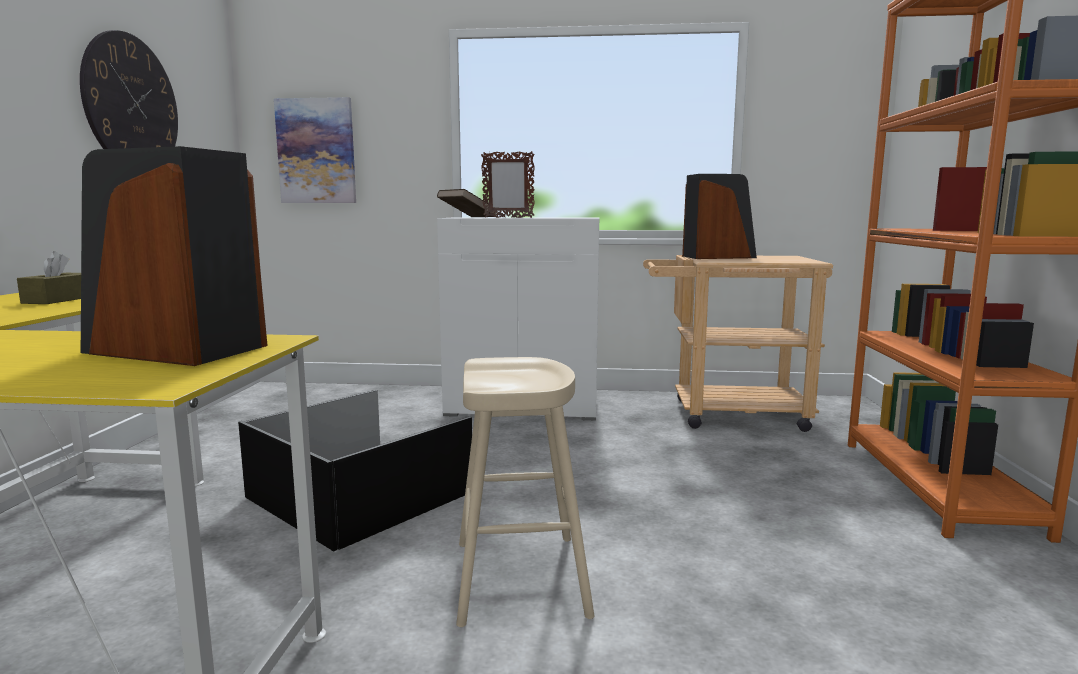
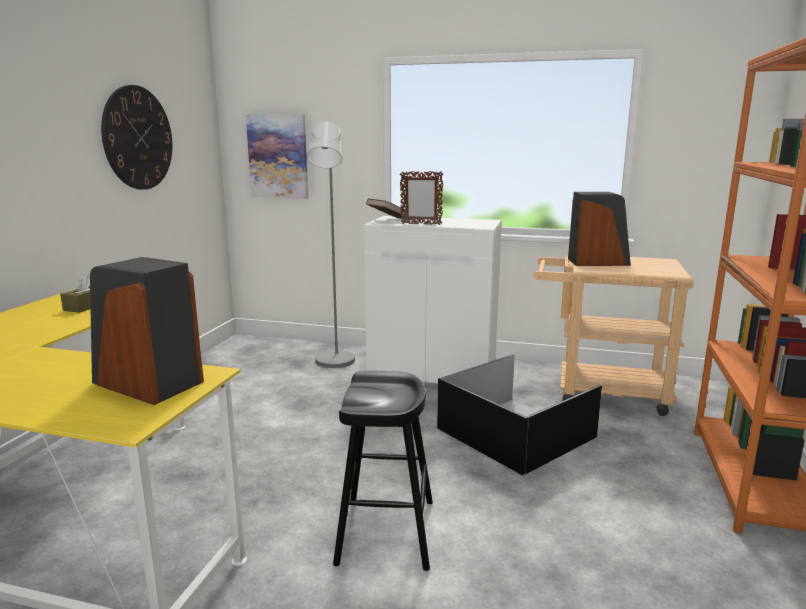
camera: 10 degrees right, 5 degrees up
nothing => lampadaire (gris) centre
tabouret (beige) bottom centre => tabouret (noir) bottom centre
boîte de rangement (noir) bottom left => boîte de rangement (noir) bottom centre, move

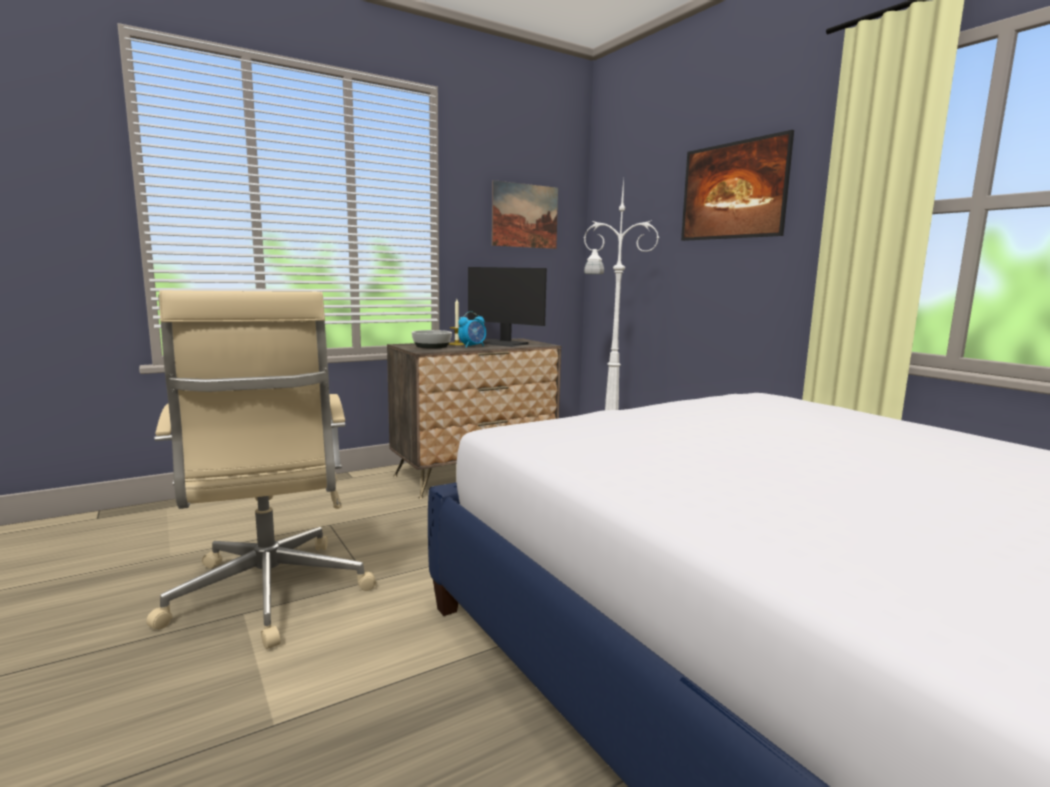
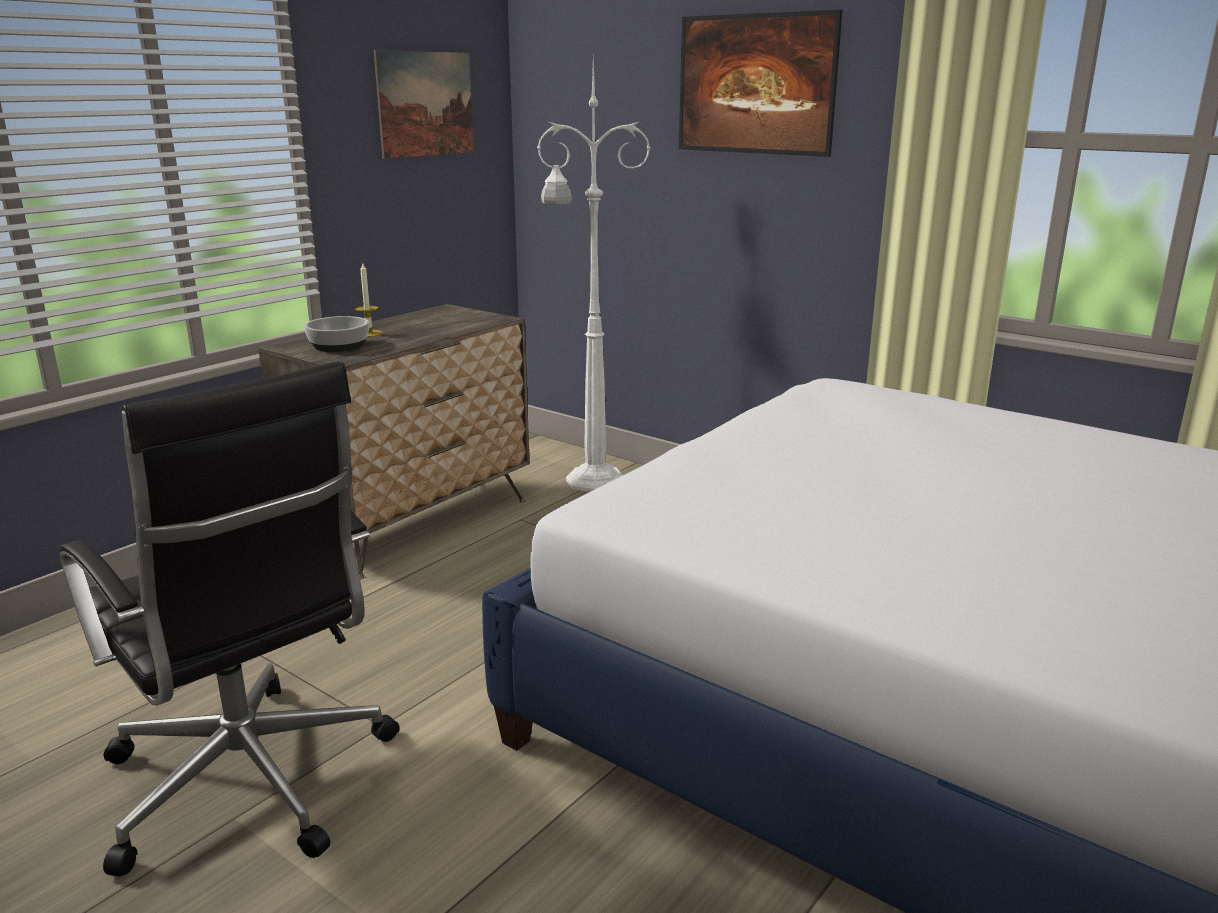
camera: 20 degrees left, 10 degrees up
chaise de bureau (beige) middle left => chaise de bureau (noir) bottom left
réveil centre => nothing
écran d'ordinateur centre => nothing

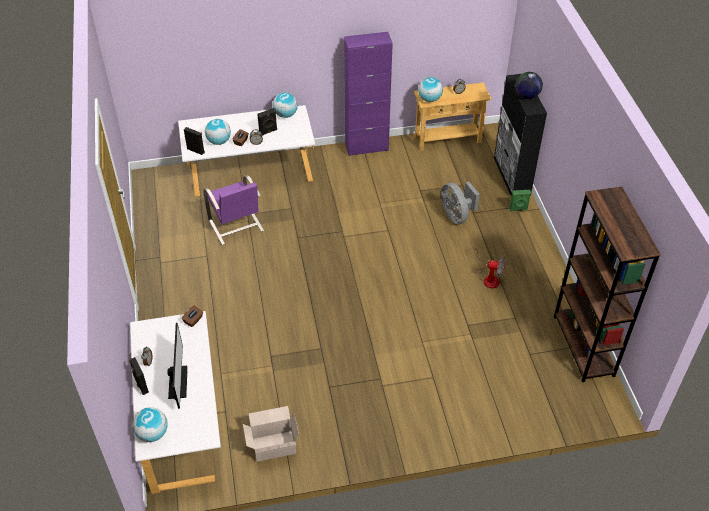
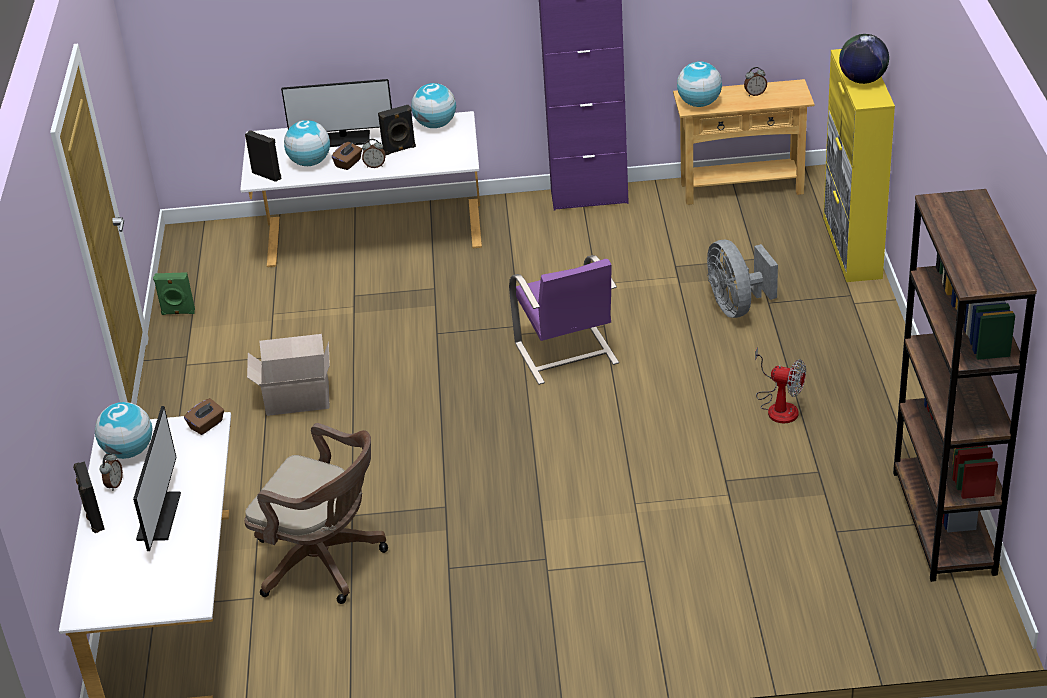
camera: 10 degrees right, 10 degrees down
globe (1st from left) bottom left => globe (1st from left) middle left, move
enceinte (vert) middle right => enceinte (vert) middle left, move
nothing => chaise de bureau (marron) bottom left
carton bottom centre => carton middle left, move
nothing => écran d'ordinateur (2nd from left) top left
chaise (violet) middle left => chaise (violet) centre, move
meuble de rangement (noir) top right => meuble de rangement (jaune) top right

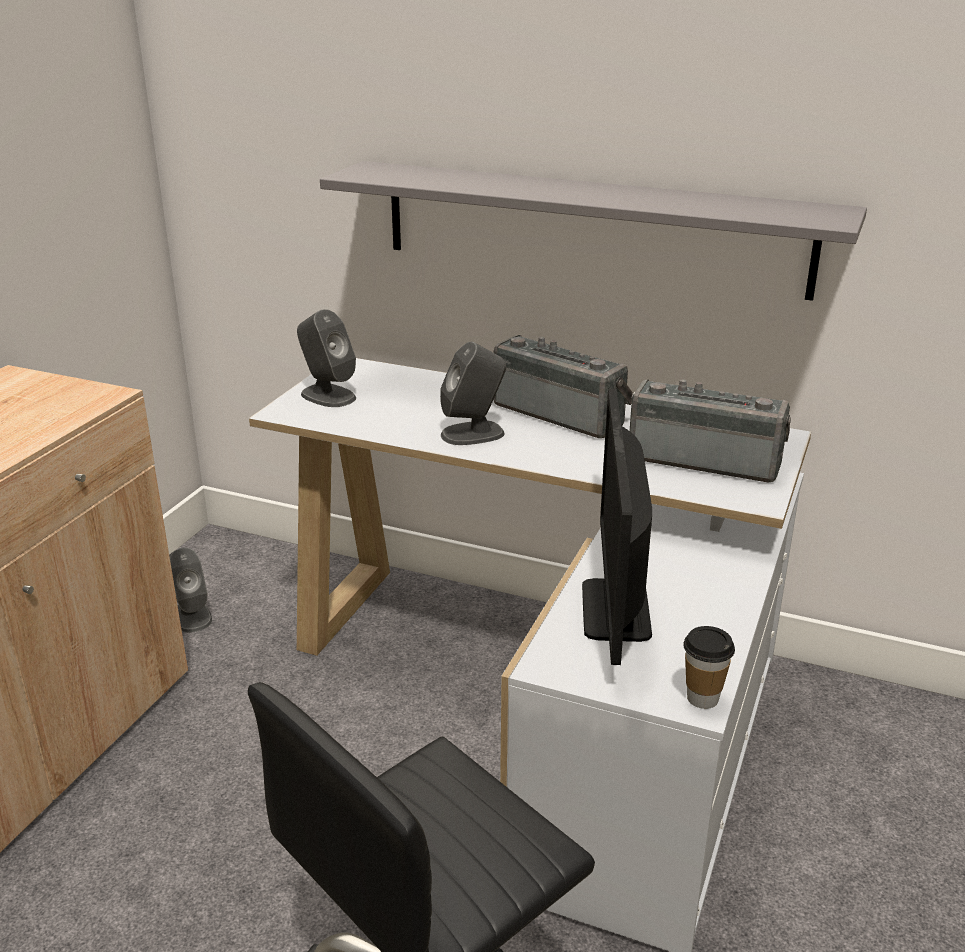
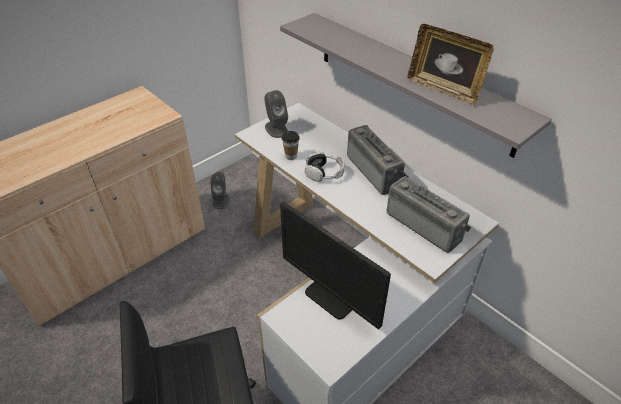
camera: 25 degrees right, 15 degrees up
écran d'ordinateur centre, 75 degrees counterclockwise
tasse bottom right => tasse centre, move
enceinte (gris) (3rd from left) centre => casque audio centre
nothing => cadre photo top right

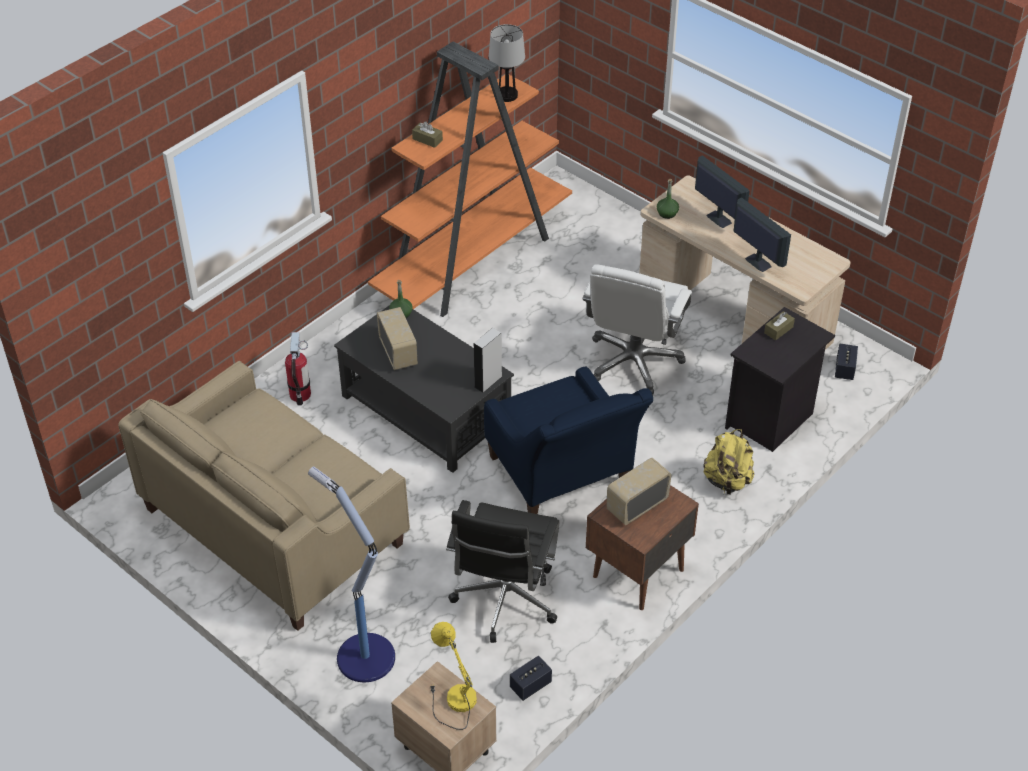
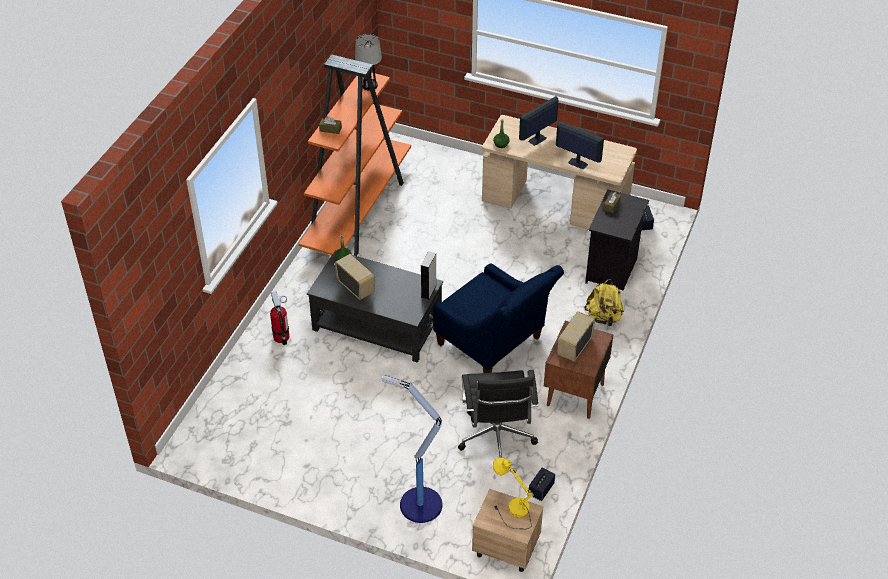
camera: 20 degrees left, 0 degrees up
écran d'ordinateur (1st from left) top right => écran d'ordinateur (1st from left) top centre, 75 degrees counterclockwise
canapé (beige) middle left => nothing
chaise de bureau (blanc) centre => nothing

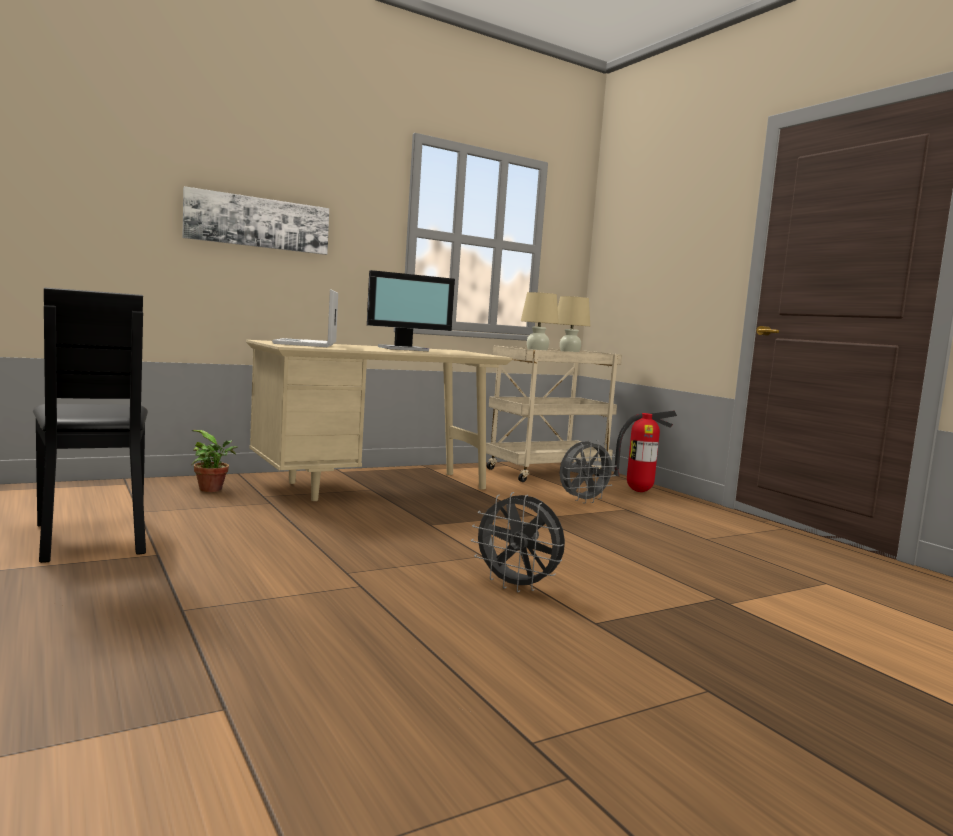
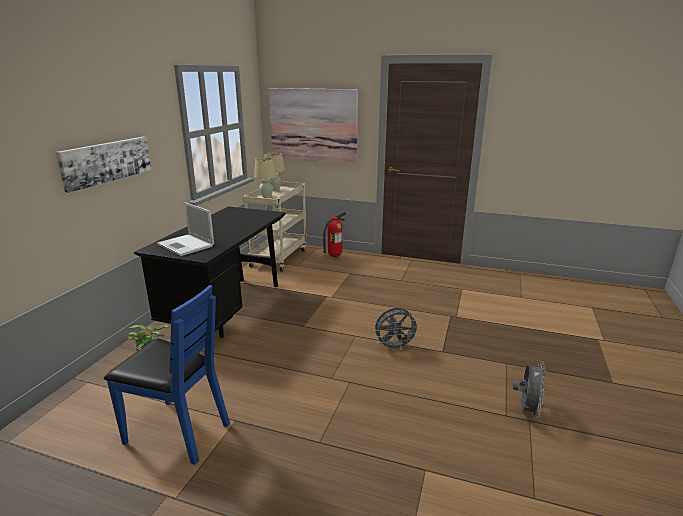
camera: 40 degrees left, 15 degrees up
chaise (noir) middle left => chaise (bleu) bottom left
bureau (beige) centre => bureau (noir) middle left
nothing => tableau (2nd from left) top centre
ventilateur (gris) (2nd from left) centre => ventilateur (gris) (2nd from left) bottom right, move
écran d'ordinateur centre => nothing

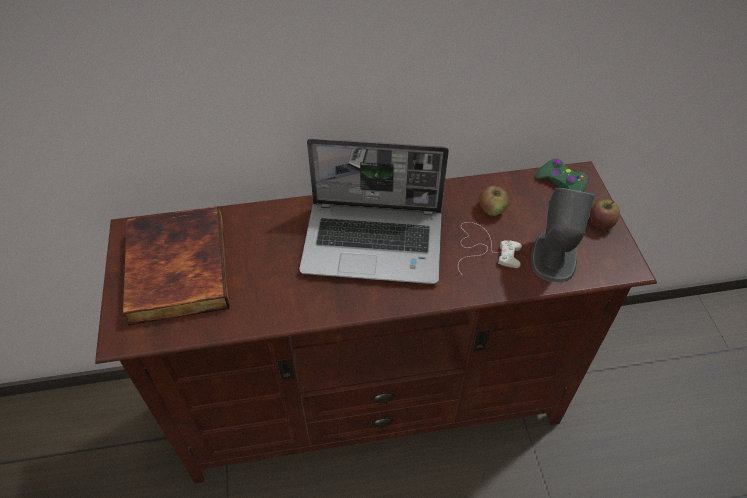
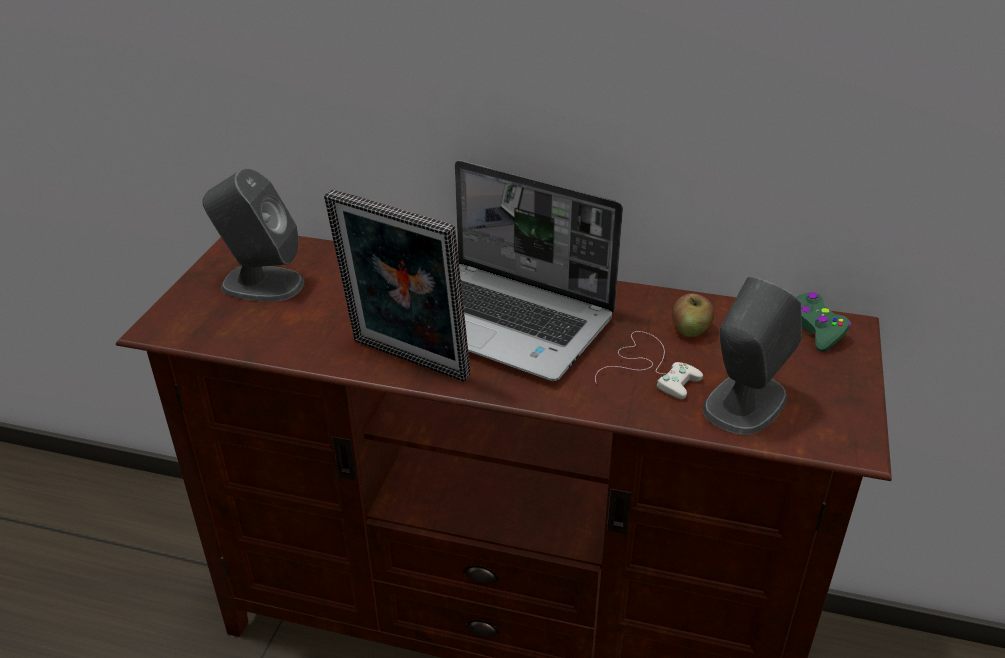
camera: 25 degrees right, 15 degrees down
livre middle left => enceinte (gris) (1st from left) middle left
nothing => cadre photo centre
pomme (2nd from left) middle right => nothing

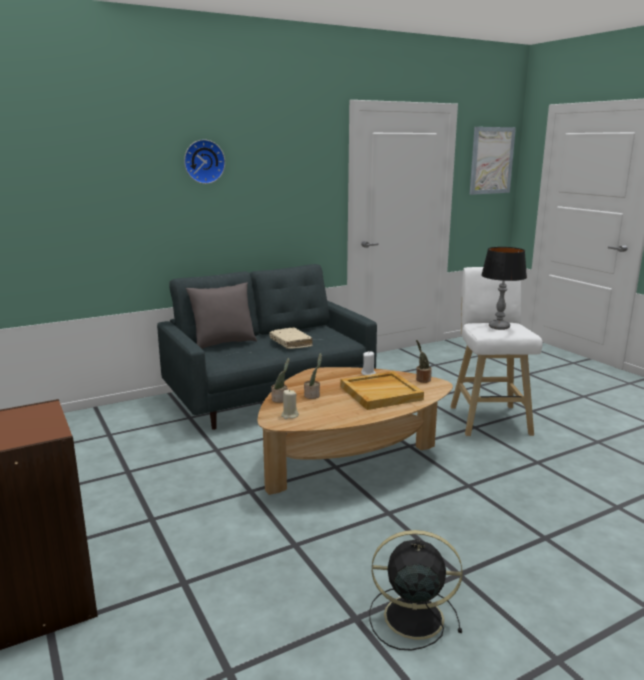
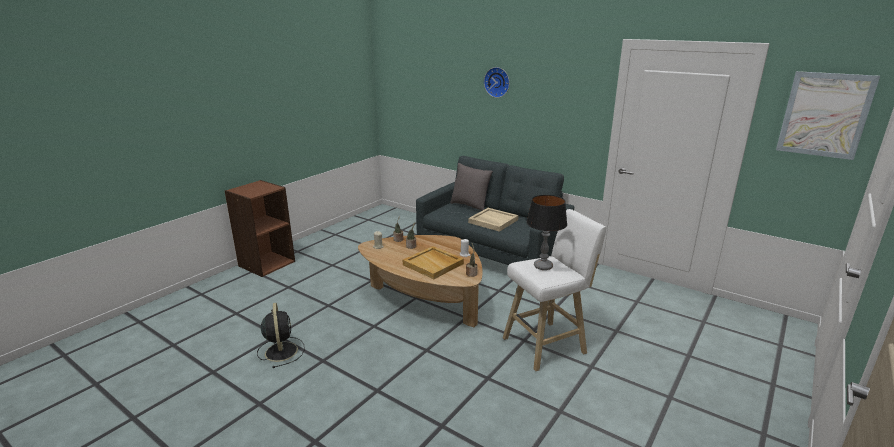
camera: 65 degrees right, 5 degrees up
livre (beige) centre => plateau (beige) (2nd from left) centre

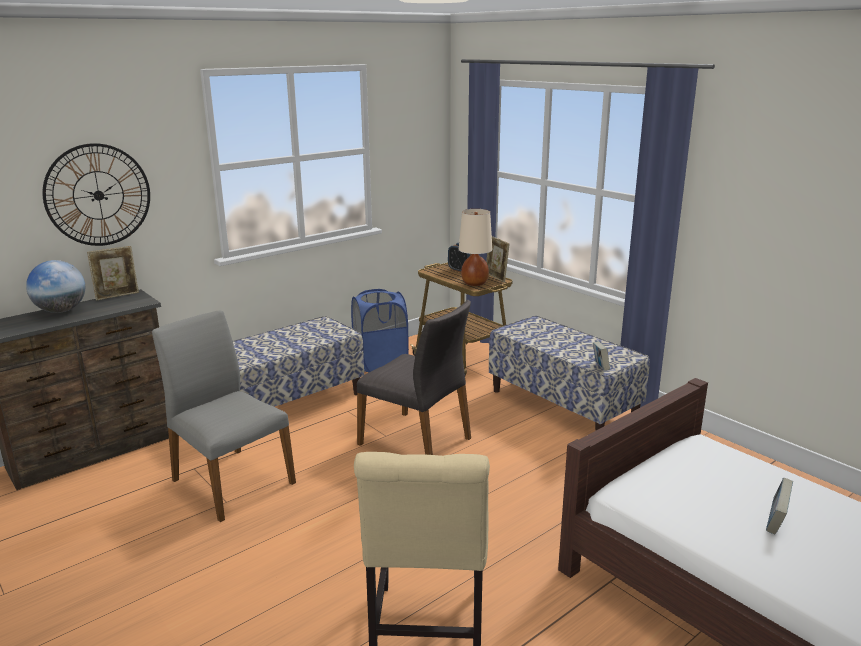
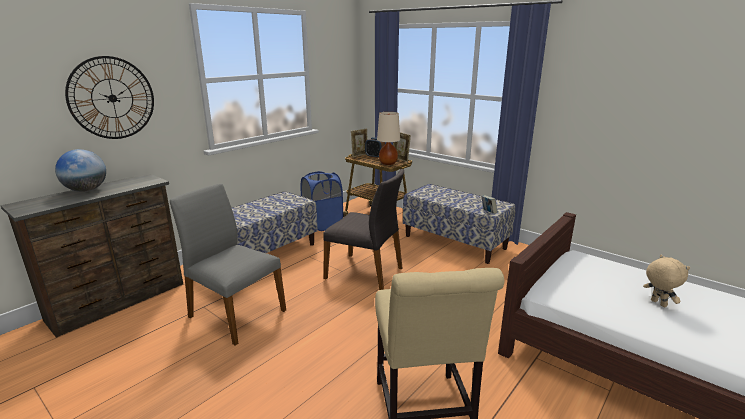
camera: 10 degrees left, 0 degrees up
cadre photo (1st from left) middle left => cadre photo (1st from left) centre, move
livre (2nd from left) bottom right => peluche (beige) bottom right

